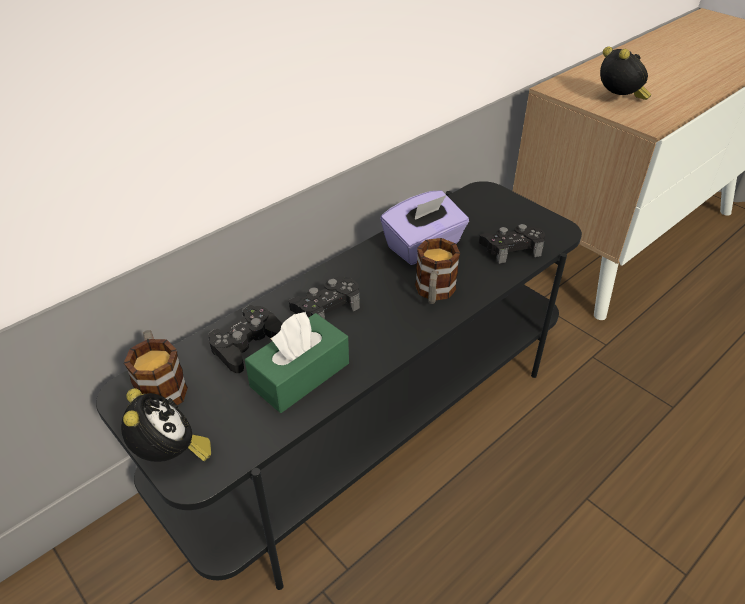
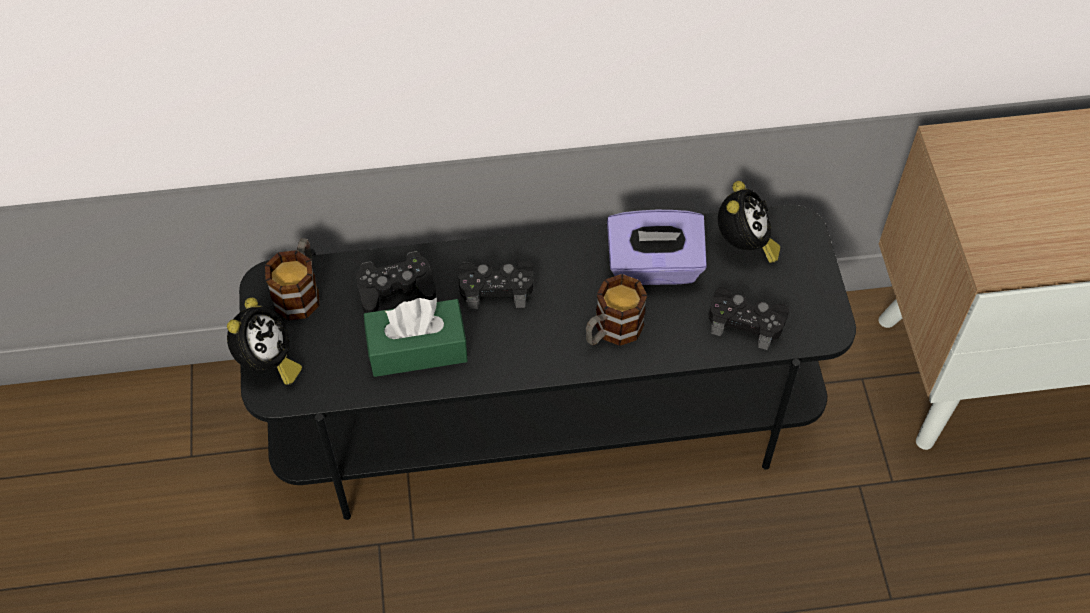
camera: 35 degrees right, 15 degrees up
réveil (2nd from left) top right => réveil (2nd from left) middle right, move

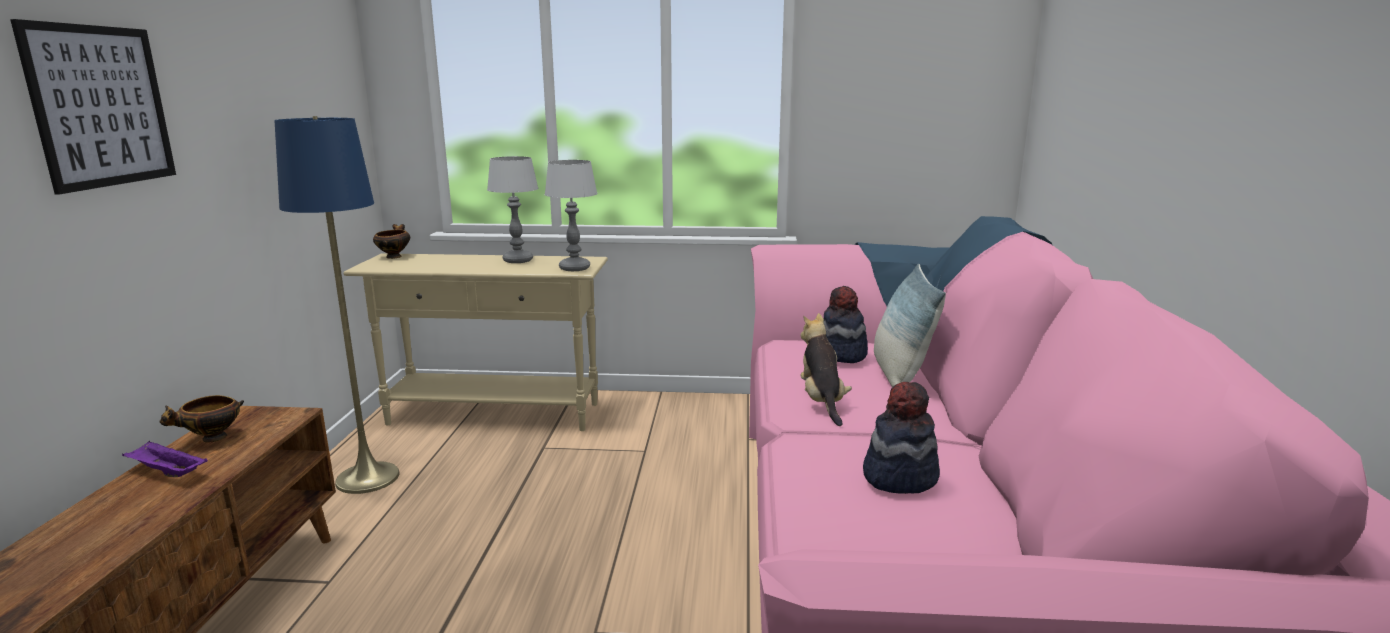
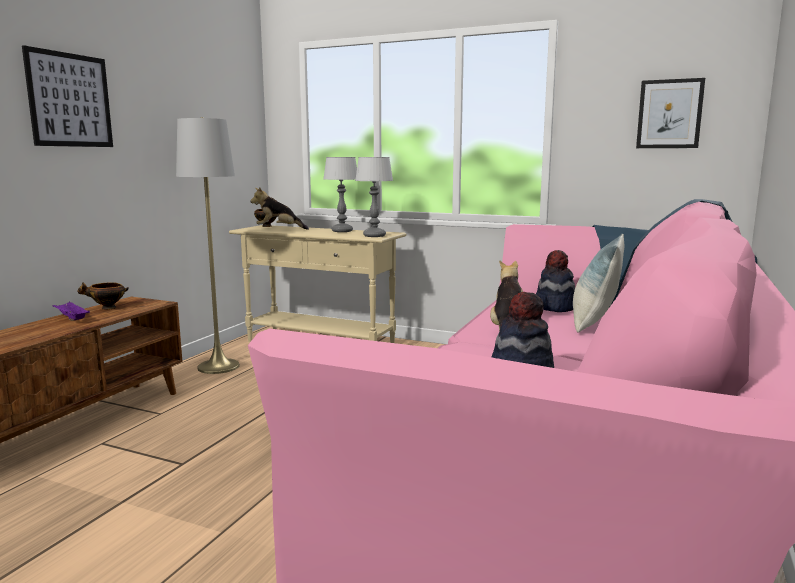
camera: 20 degrees right, 5 degrees down
lampadaire (bleu) middle left => lampadaire (gris) middle left
nothing => peluche (1st from left) centre
nothing => tableau (2nd from left) top right

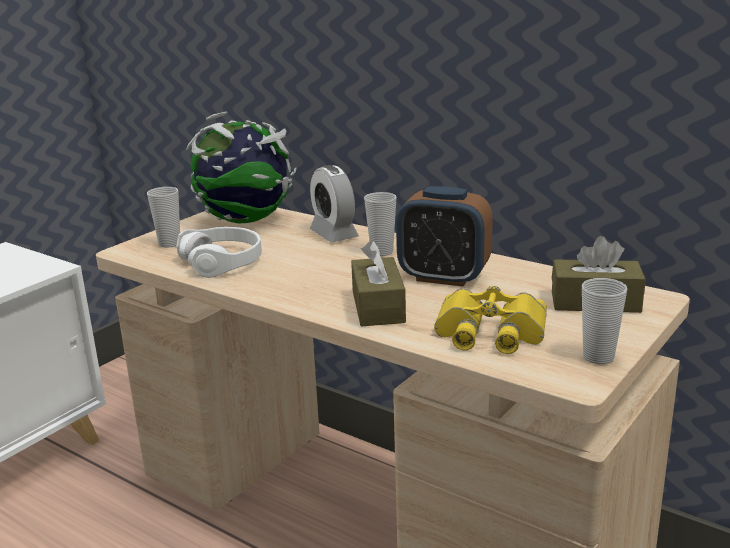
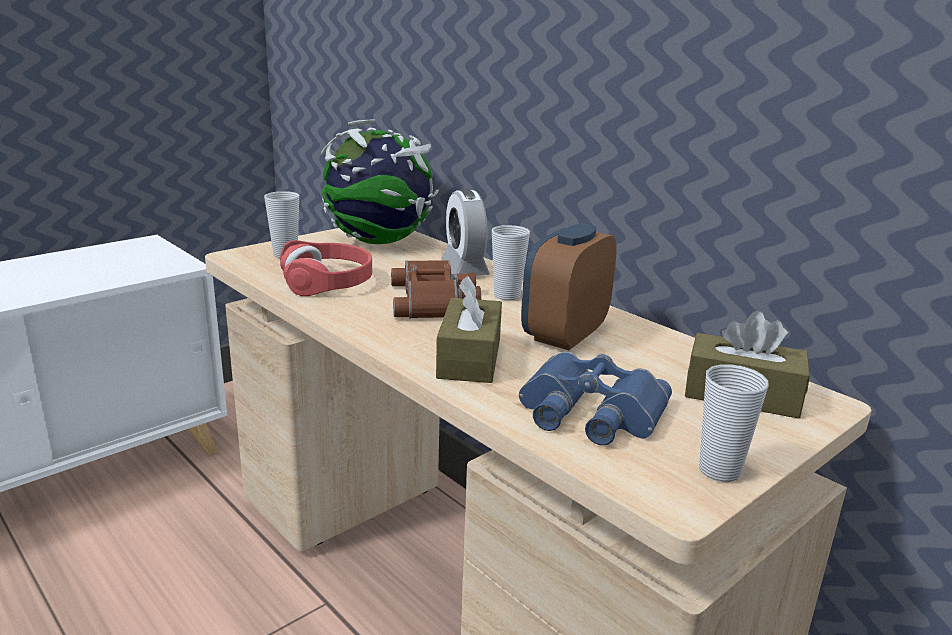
camera: 10 degrees right, 0 degrees up
casque audio (blanc) middle left => casque audio (rouge) centre
nothing => jumelles (marron) centre
jumelles (jaune) middle right => jumelles (bleu) centre
réveil (2nd from left) centre, 90 degrees clockwise

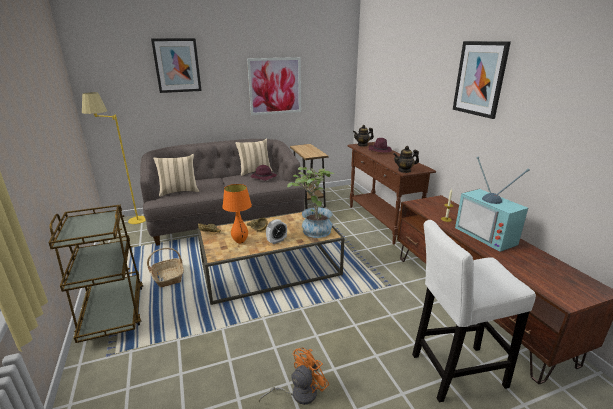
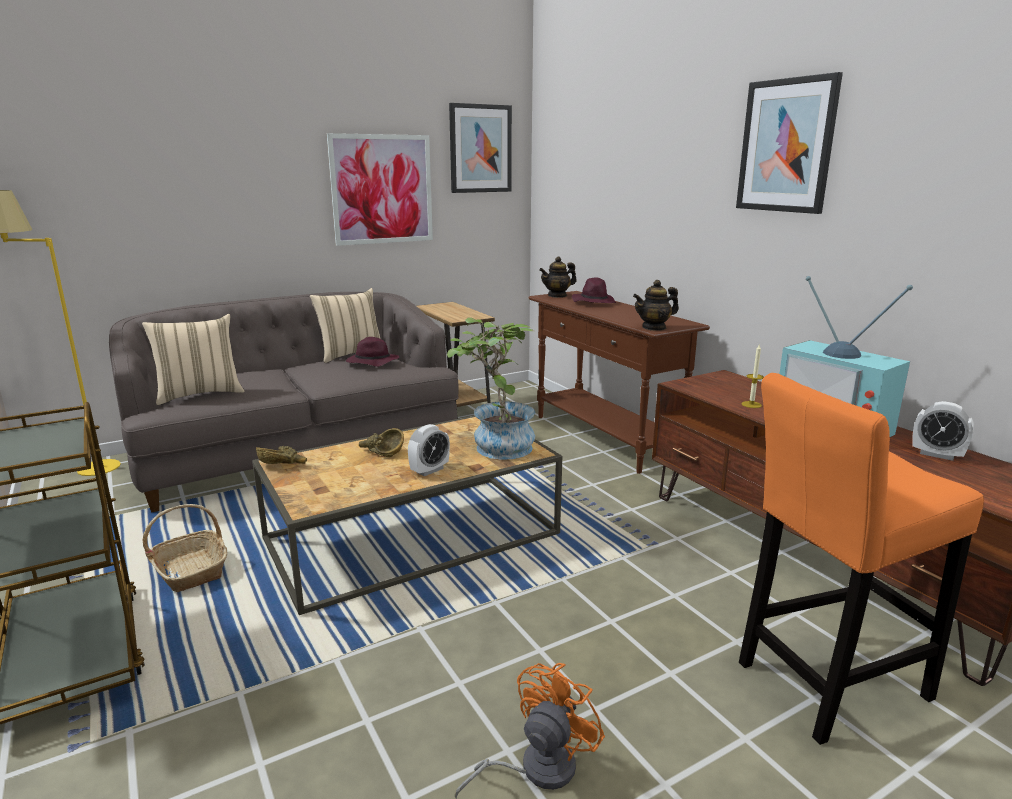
camera: 10 degrees left, 5 degrees down
tableau (1st from left in the first image) top left => tableau (2nd from left) top centre, move
tabouret (blanc) bottom right => tabouret (orange) bottom right
nothing => réveil (2nd from left) middle right
lampe de table (orange) centre => nothing

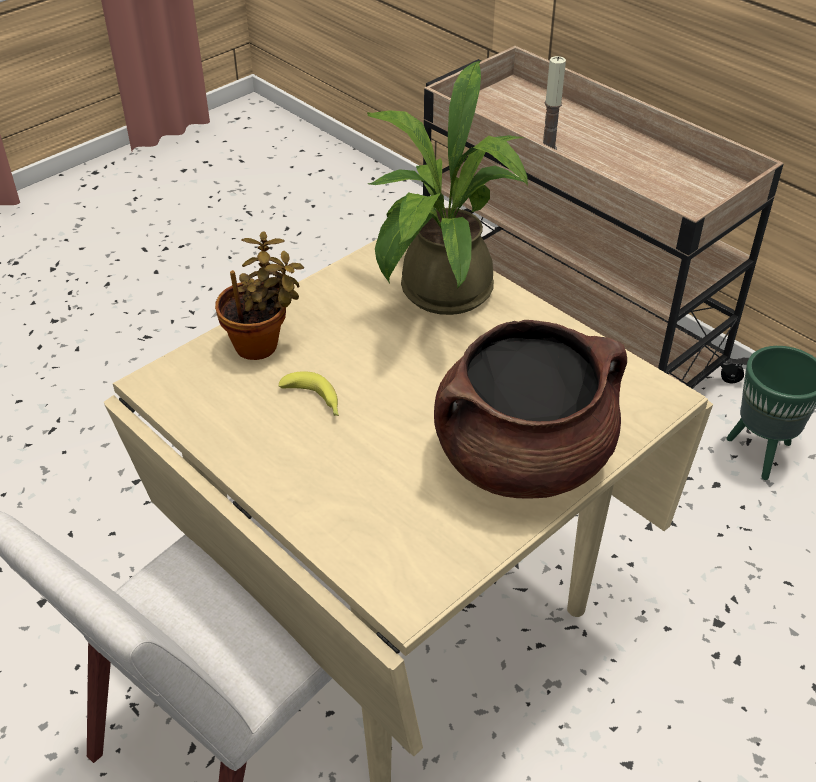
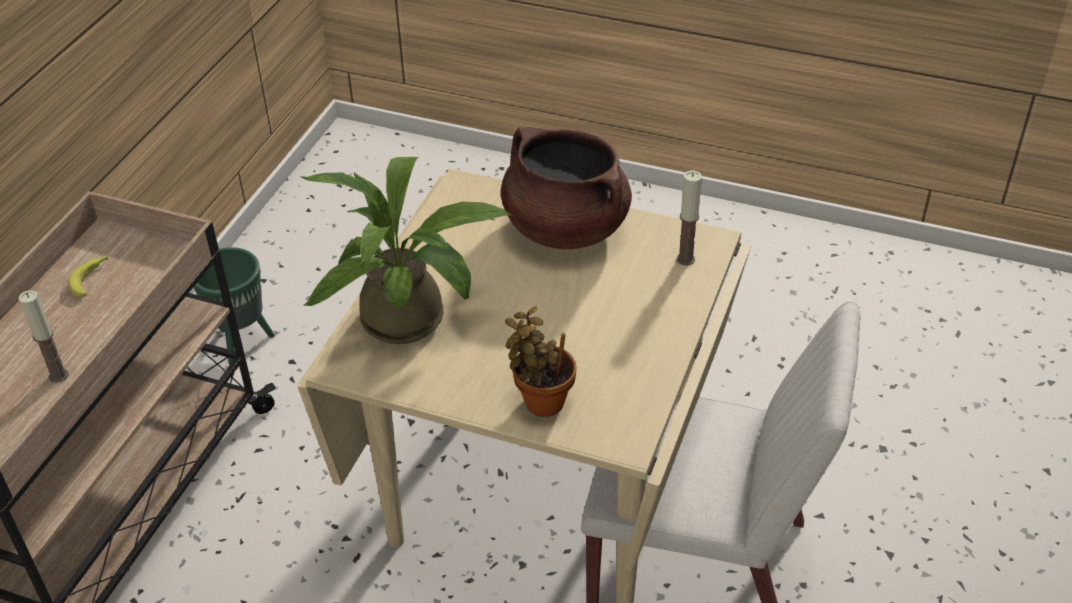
camera: 115 degrees left, 0 degrees up
banane centre => banane middle left, move
nothing => bougie (2nd from left) centre

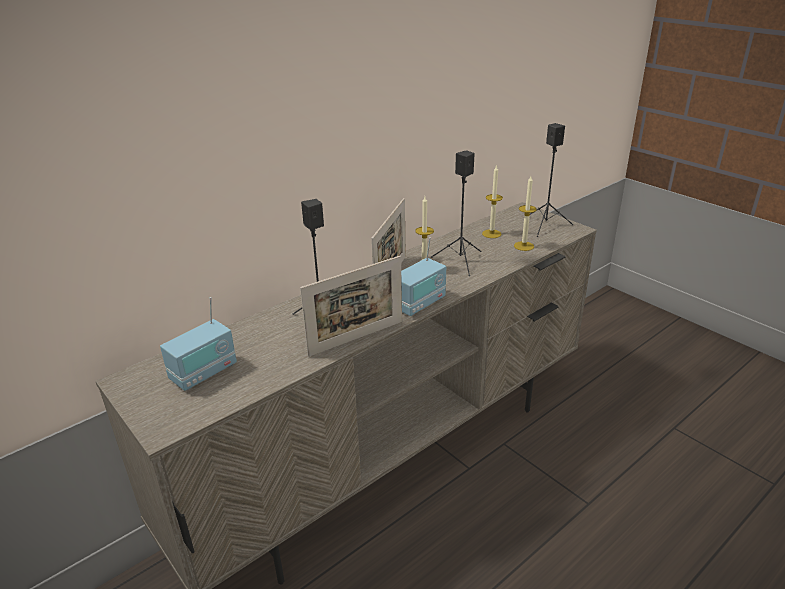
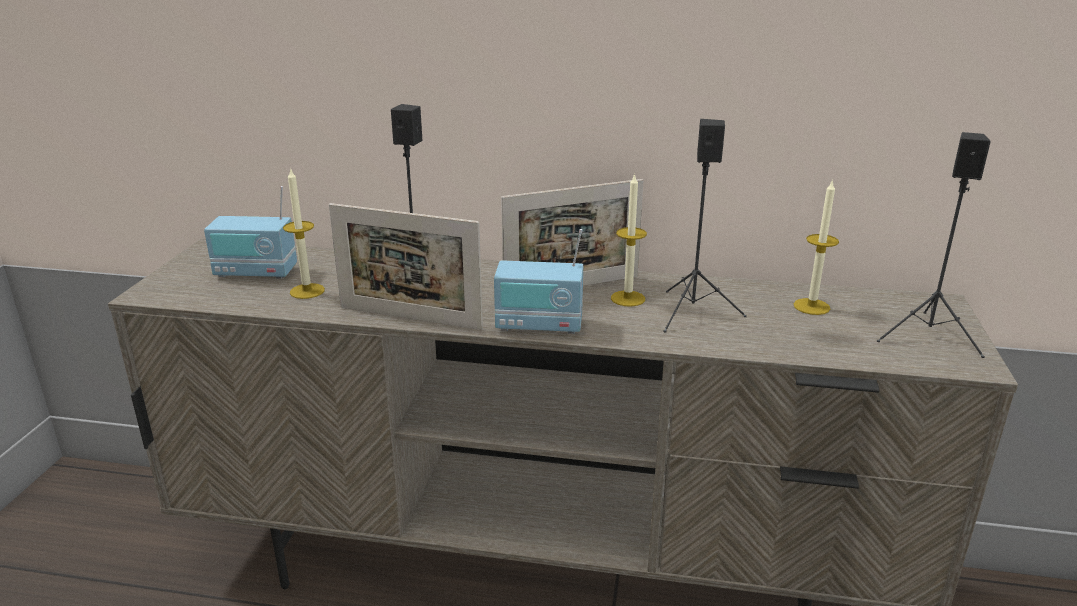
camera: 50 degrees right, 5 degrees down
bougie (3rd from left in the first image) middle right => bougie (1st from left) middle left, move

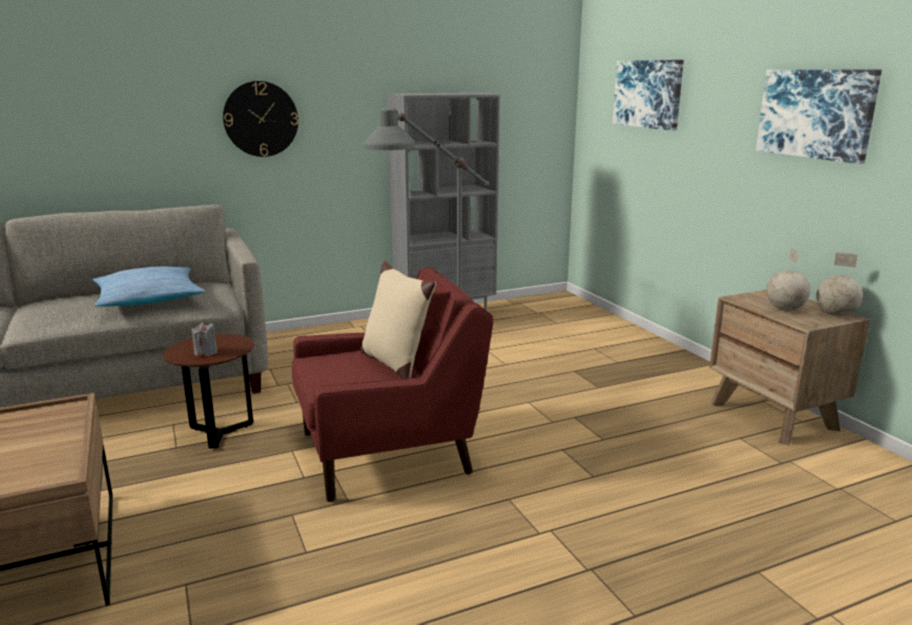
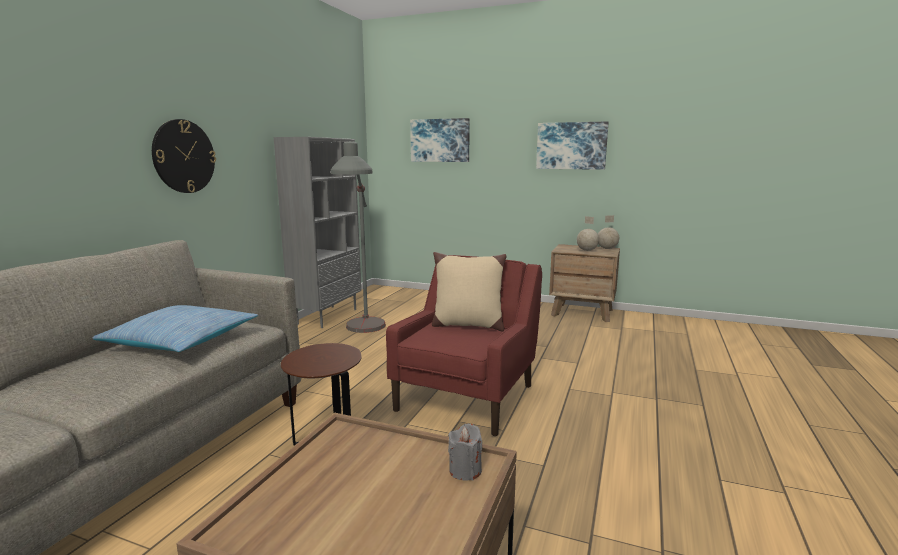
camera: 45 degrees left, 5 degrees down
bougie (gris) middle left => bougie (gris) bottom centre, move

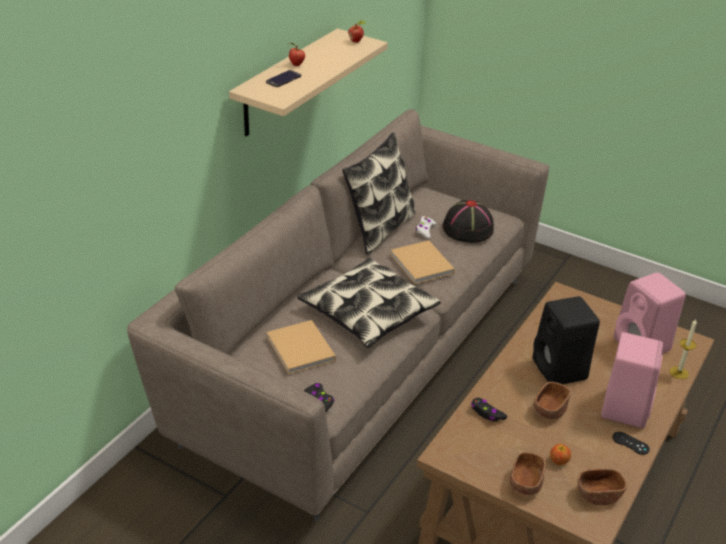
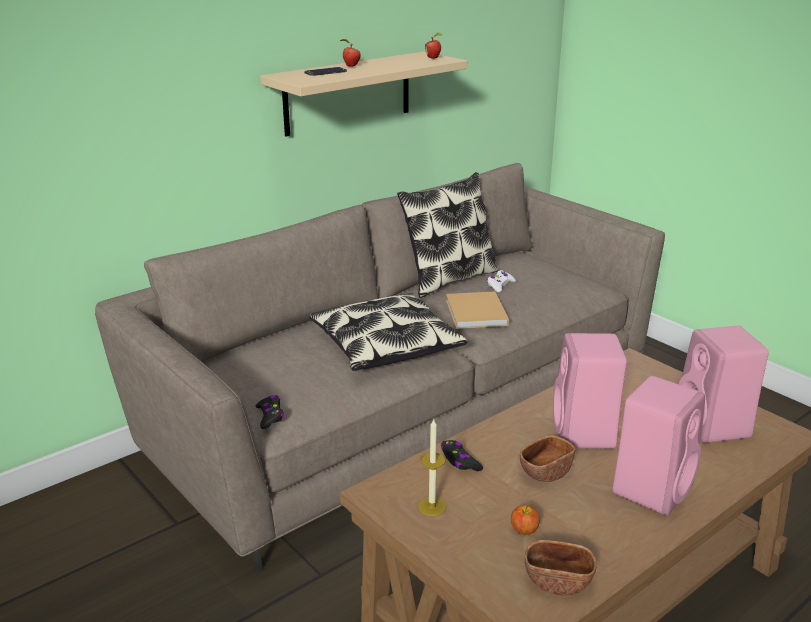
camera: 20 degrees right, 10 degrees down
bougie middle right => bougie bottom centre, move
enceinte (noir) middle right => enceinte (rose) (1st from left) middle right
livre (beige) (1st from left) centre => nothing
chapeau (noir) centre => nothing
bol (marron) (1st from left) bottom right => nothing
manette (noir) (3rd from left) bottom right => nothing

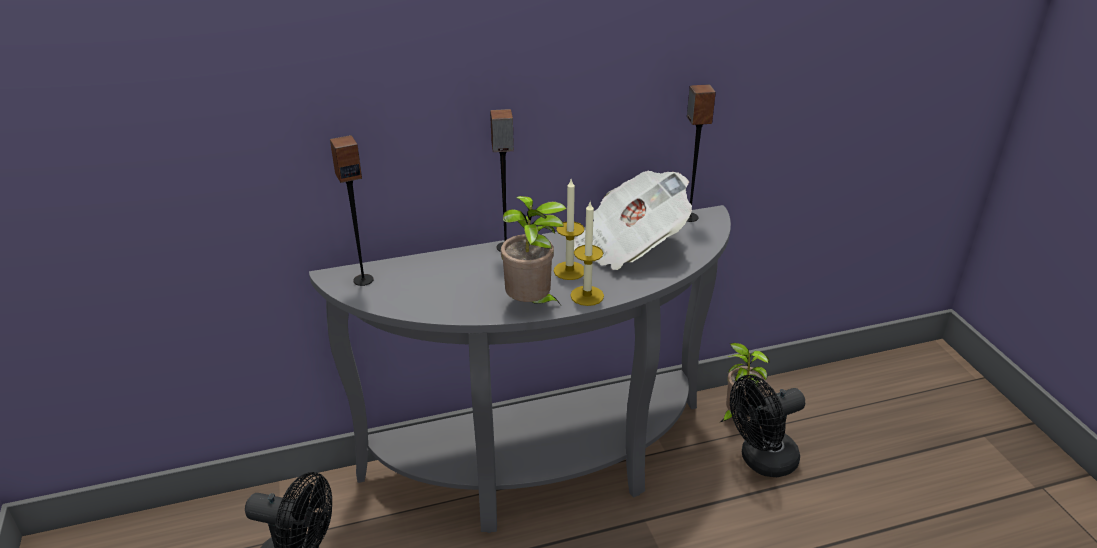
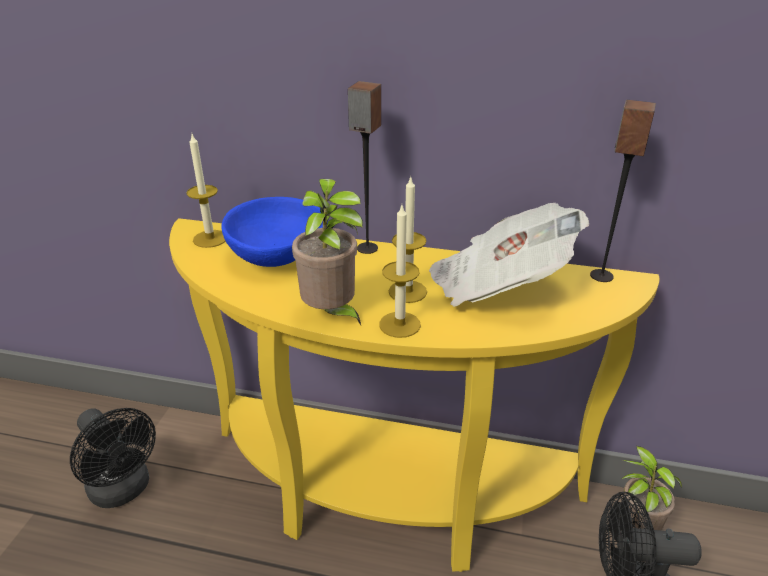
camera: 30 degrees right, 0 degrees up
table console (gris) bottom centre => table console (jaune) bottom centre
enceinte (1st from left) middle left => bougie (1st from left) top left
nothing => bol (bleu) centre

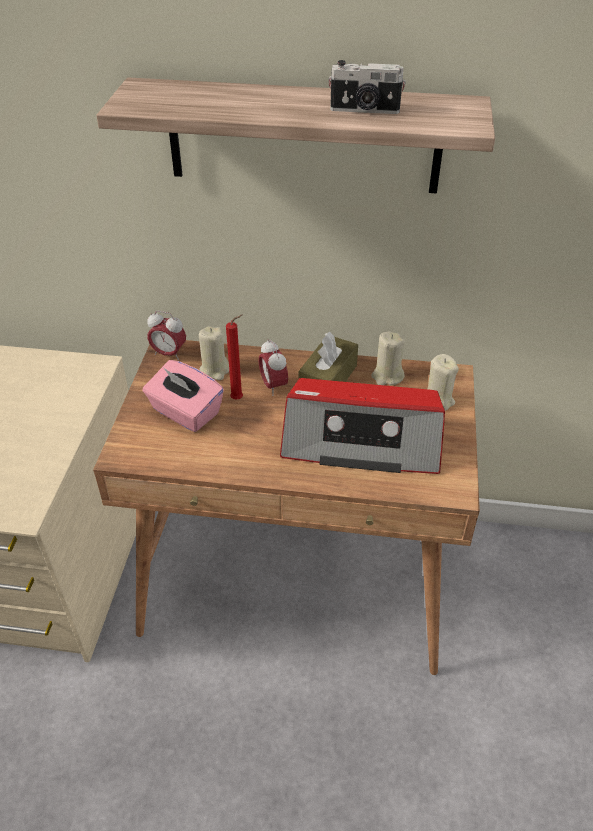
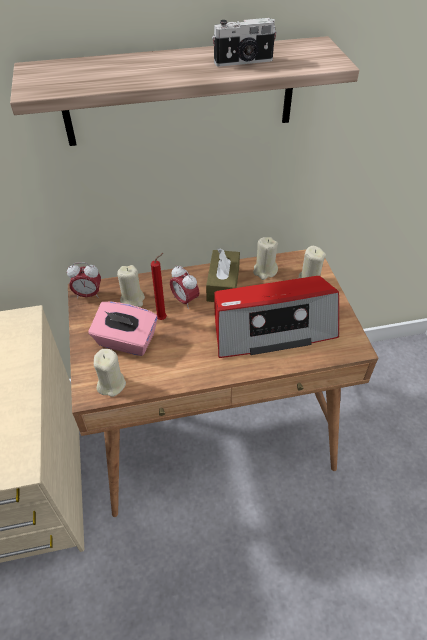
camera: 20 degrees left, 5 degrees up
nothing => bougie (beige) (1st from left) middle left

